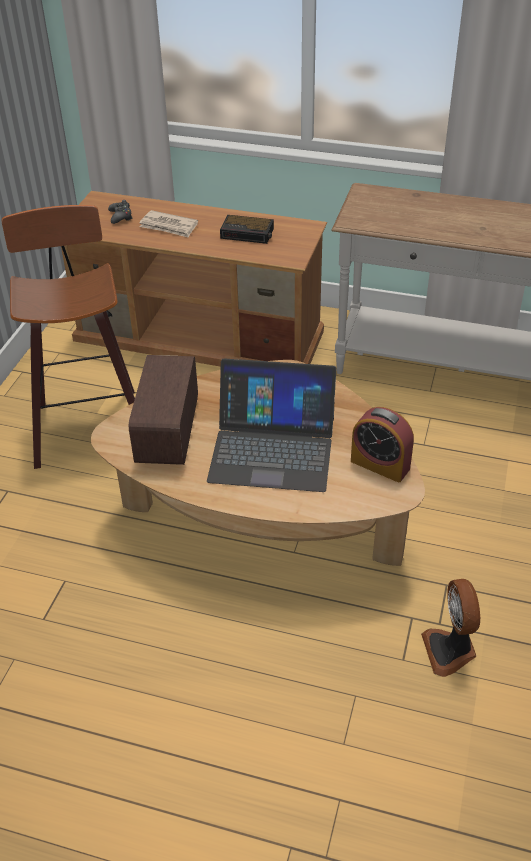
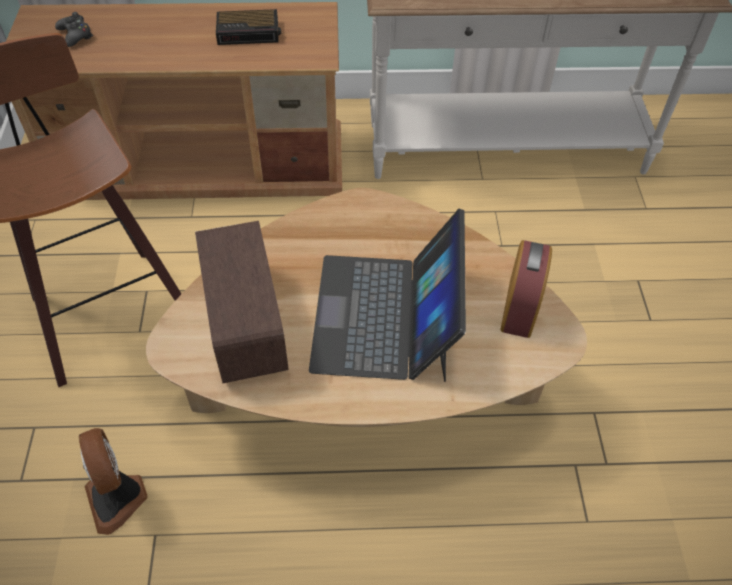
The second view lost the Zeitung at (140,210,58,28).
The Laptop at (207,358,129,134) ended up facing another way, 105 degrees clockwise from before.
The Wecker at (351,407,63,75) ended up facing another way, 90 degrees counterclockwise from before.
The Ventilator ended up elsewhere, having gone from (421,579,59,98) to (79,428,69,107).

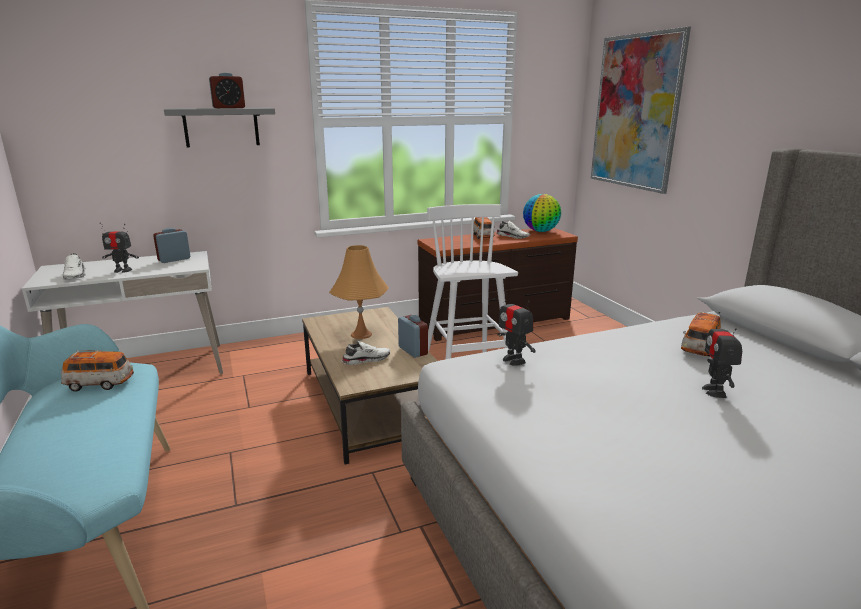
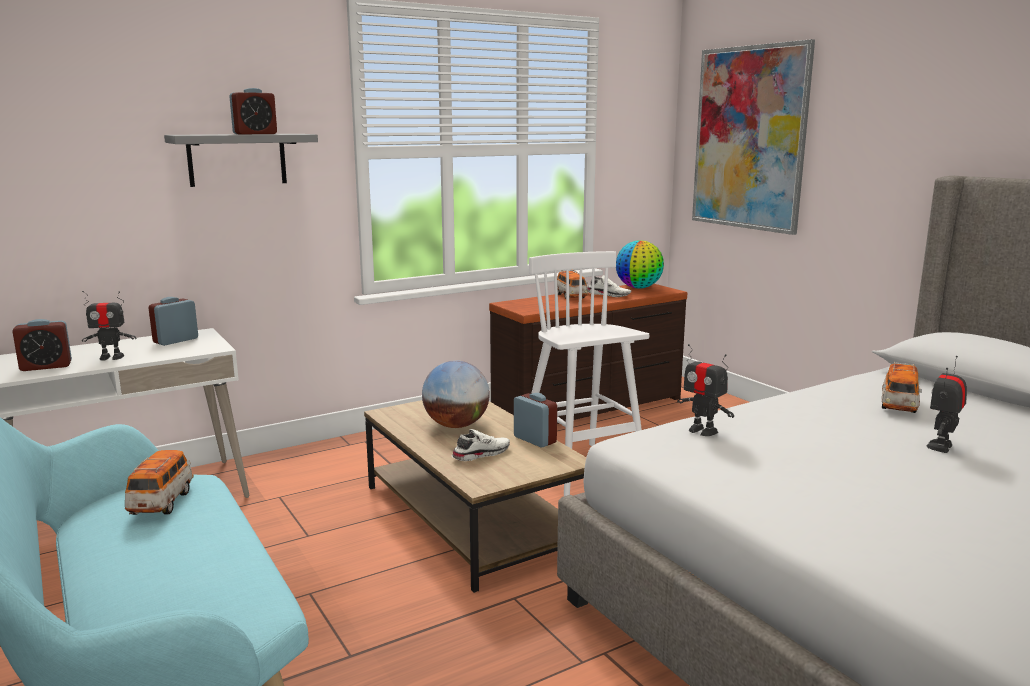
The Spielzeugauto at (61,350,73,42) ended up facing another way, 75 degrees counterclockwise from before.
Where the Schuh/weiß stood at (63,253,23,27), the Wecker came to stand at (12,319,60,52).
Where the Tischlampe/orange stood at (329,245,60,94), the Globus came to stand at (422,360,68,68).
The Spielzeugroboter at (702,312,40,86) ended up facing another way, 45 degrees clockwise from before.

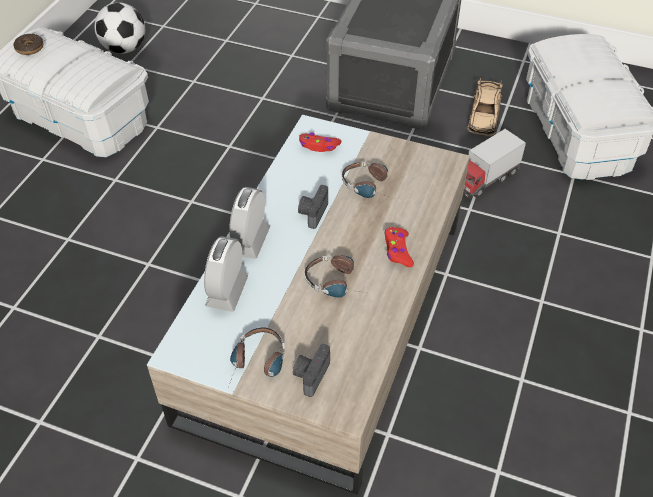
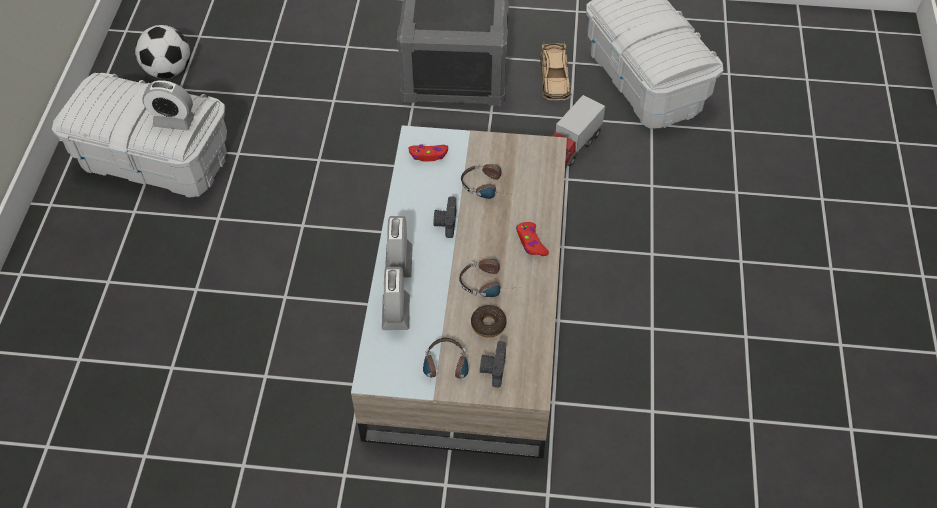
The Donut ended up elsewhere, having gone from (13,34,30,21) to (471,305,36,33).
The second view gained the Wecker at (142,80,53,51).

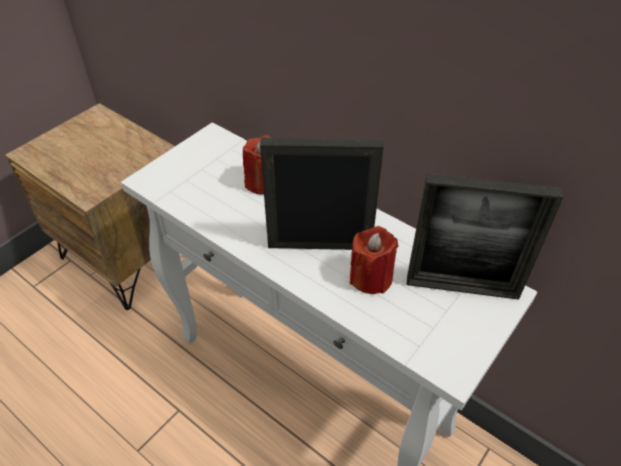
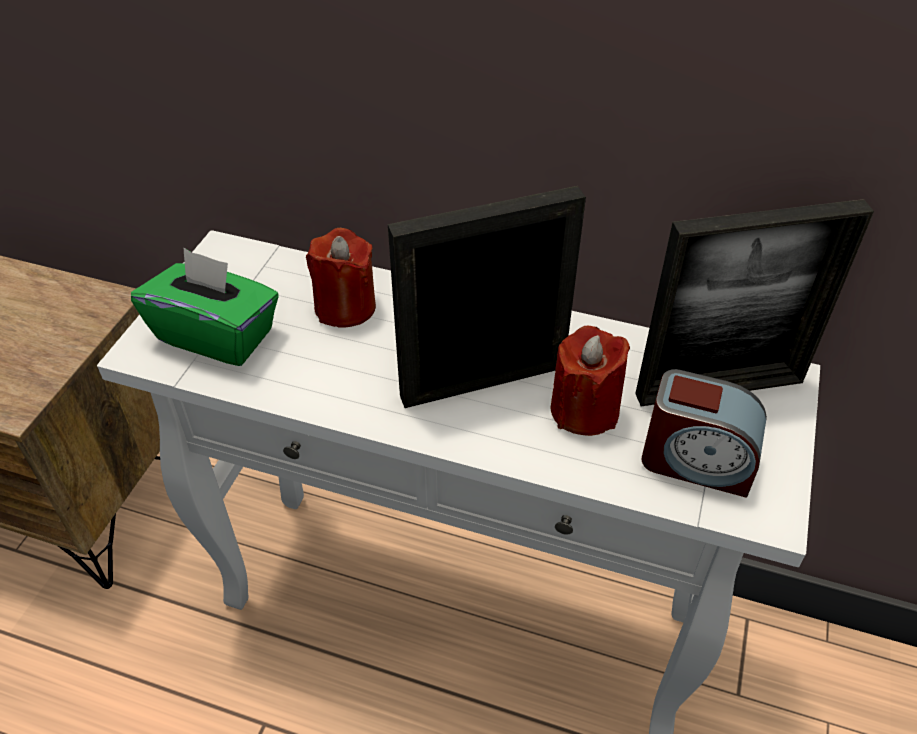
The second view gained the Taschentuchbox/grün at (131,248,148,118).
The second view gained the Wecker at (642,369,125,129).

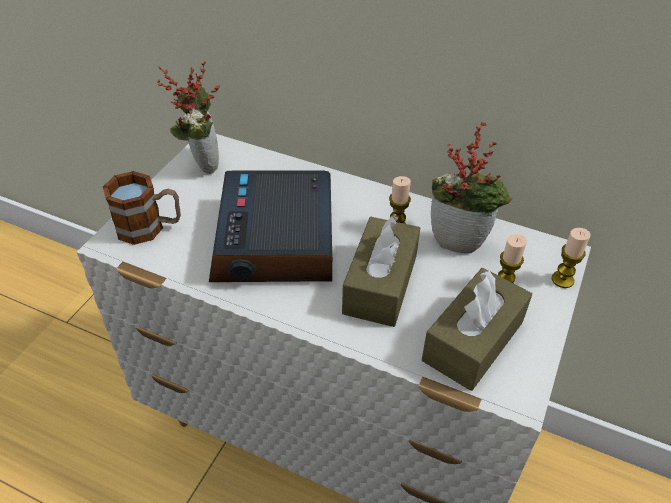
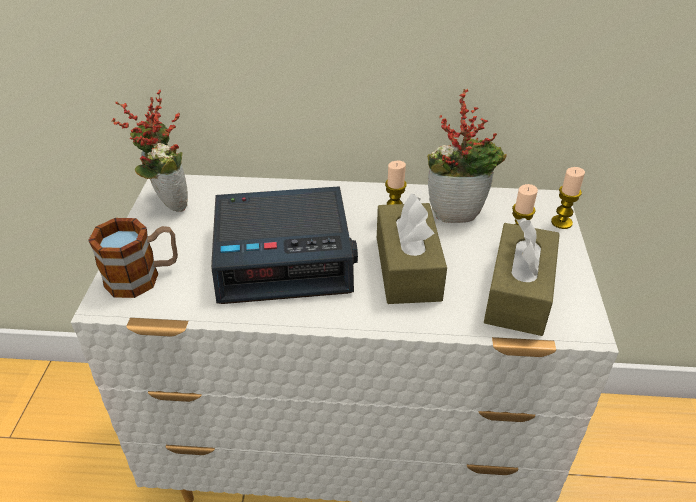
The Wecker at (209,170,123,112) ended up facing another way, 75 degrees counterclockwise from before.

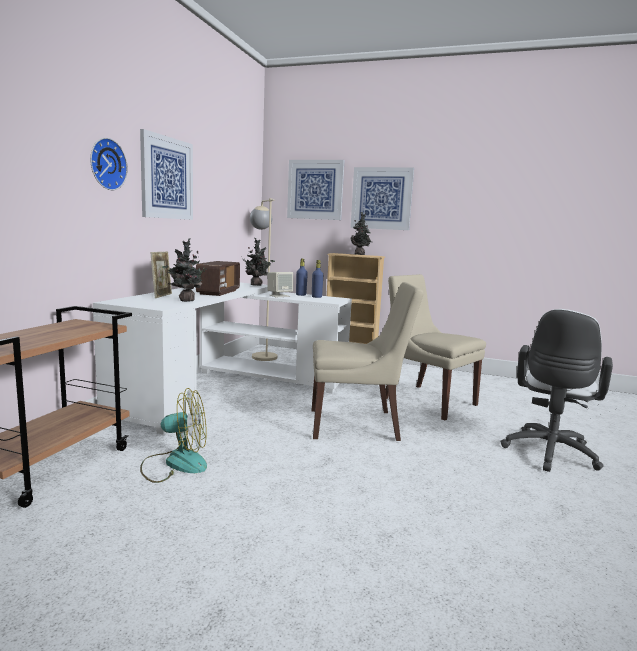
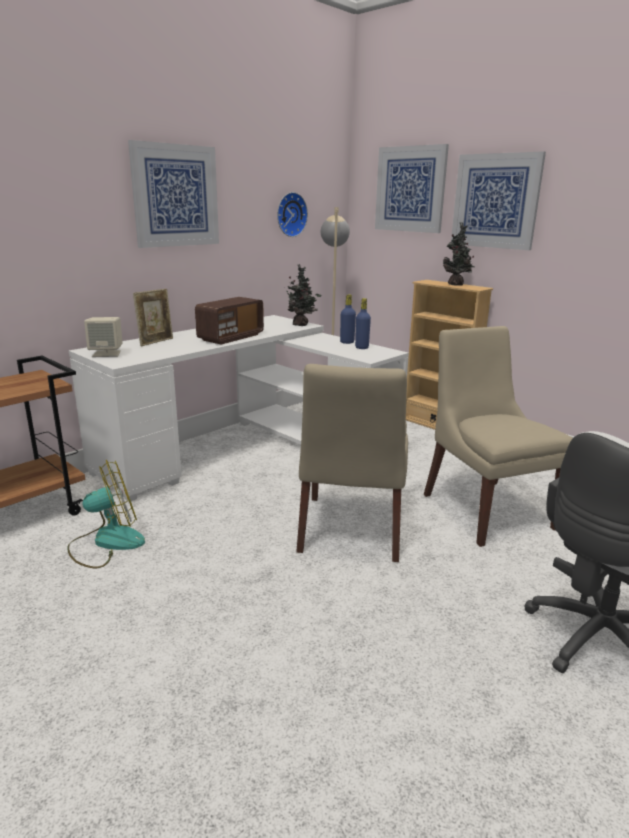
The Wanduhr ended up elsewhere, having gone from (90,138,38,52) to (277,192,31,45).
The Ventilator at (140,388,67,95) ended up facing another way, 45 degrees counterclockwise from before.
The second view lost the Topfpflanze at (162,238,45,64).
The Lautsprecher/beige ended up elsewhere, having gone from (267,272,26,25) to (84,317,39,40).
The Stuhl/beige at (312,282,112,159) ended up facing another way, 75 degrees clockwise from before.

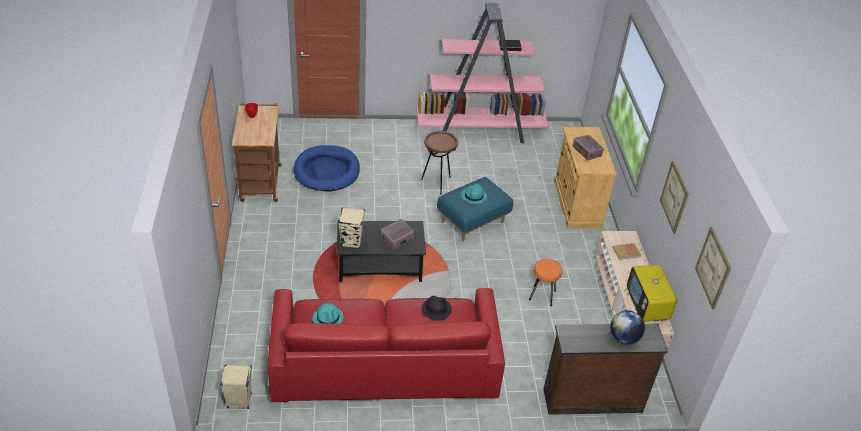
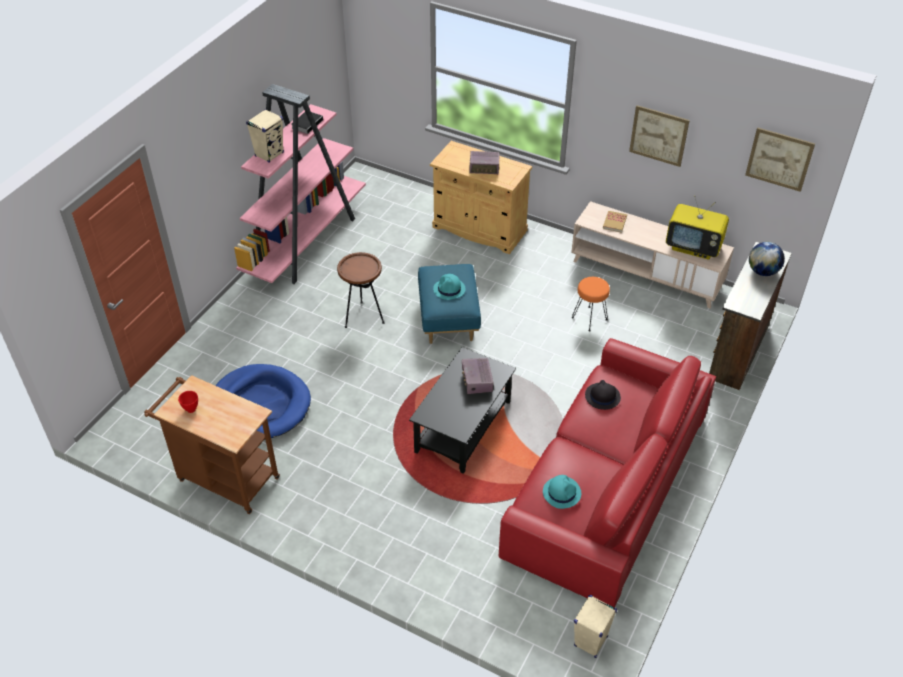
The Lautsprecher/beige ended up elsewhere, having gone from (338,207,27,42) to (246,109,38,54).

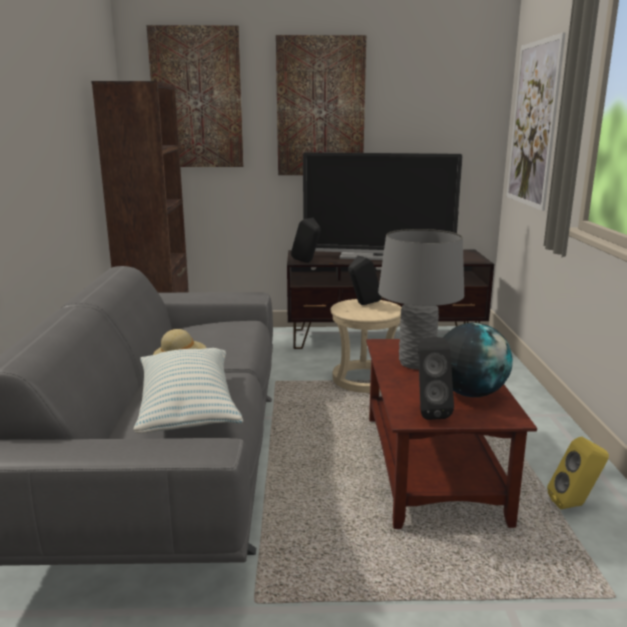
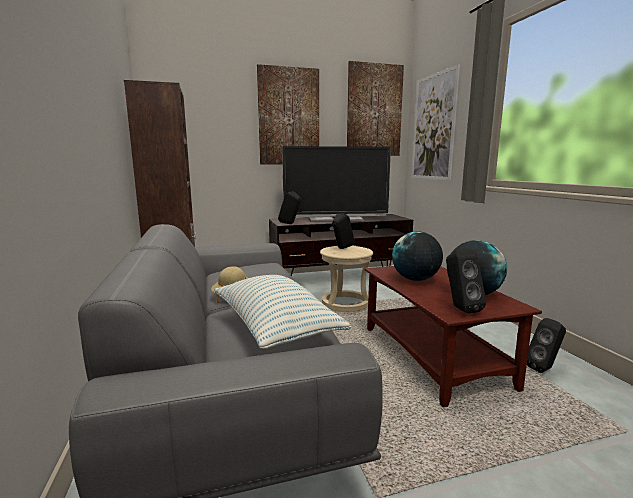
The Bild ended up elsewhere, having gone from (146,25,98,142) to (347,61,57,95).
Where the Tischlampe/grau stood at (378,229,86,140), the Globus came to stand at (392,231,51,50).
What was the Lautsprecher/gelb at (547,437,62,73) turned into the Lautsprecher/schwarz at (527,318,39,55).

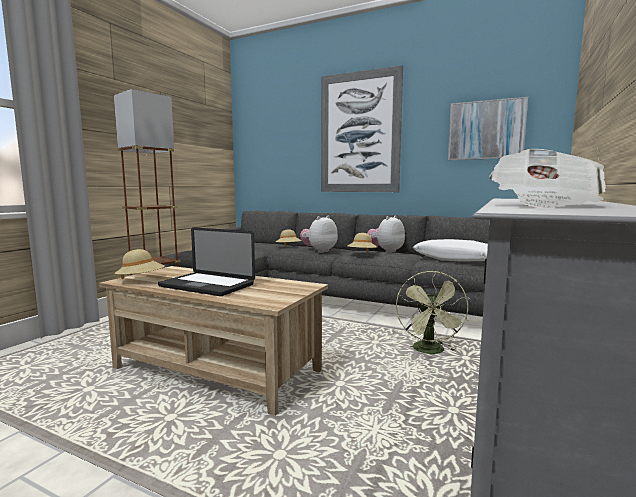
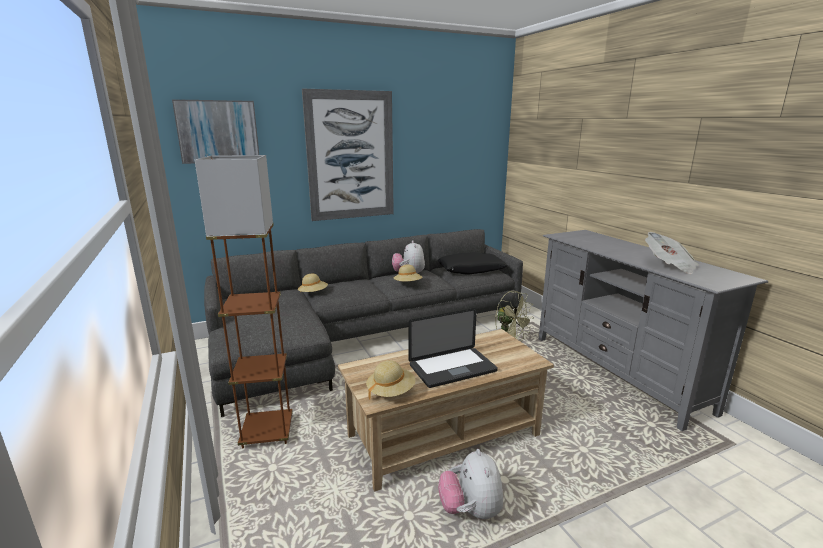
The Plüschtier ended up elsewhere, having gone from (300,216,38,37) to (438,449,65,70).
What was the Kissen/weiß at (413,239,75,23) turned into the Kissen/schwarz at (438,252,69,23).
The Bild ended up elsewhere, having gone from (448,97,80,63) to (172,99,87,65).

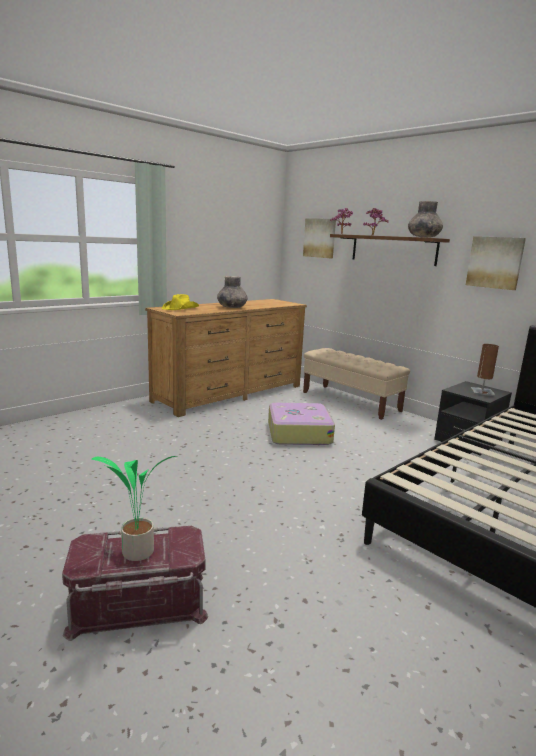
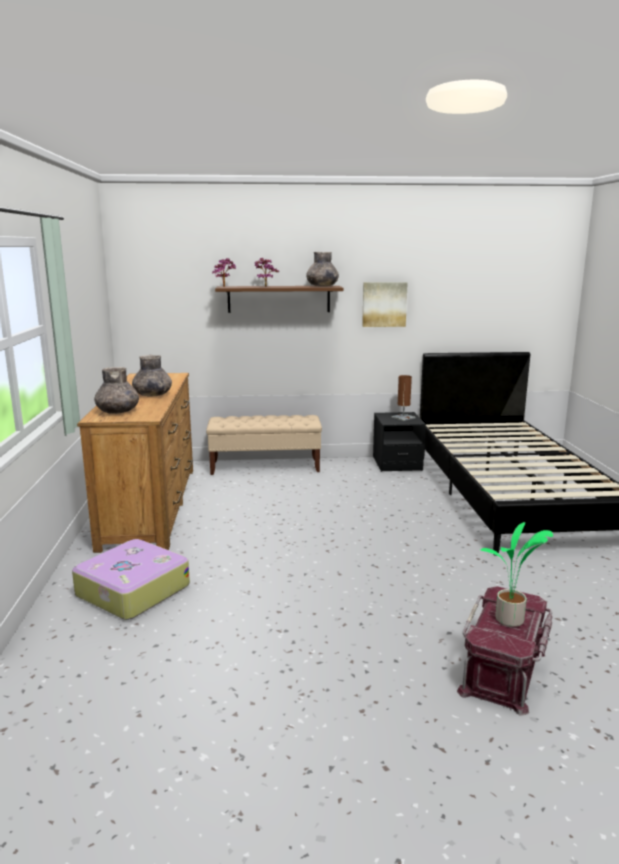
Where the Hut/gelb stood at (162,294,37,16), the Vase/grau came to stand at (94,367,45,47).
The Koffer ended up elsewhere, having gone from (268,403,67,42) to (72,539,118,81).
The second view lost the Bild at (303,218,33,40).

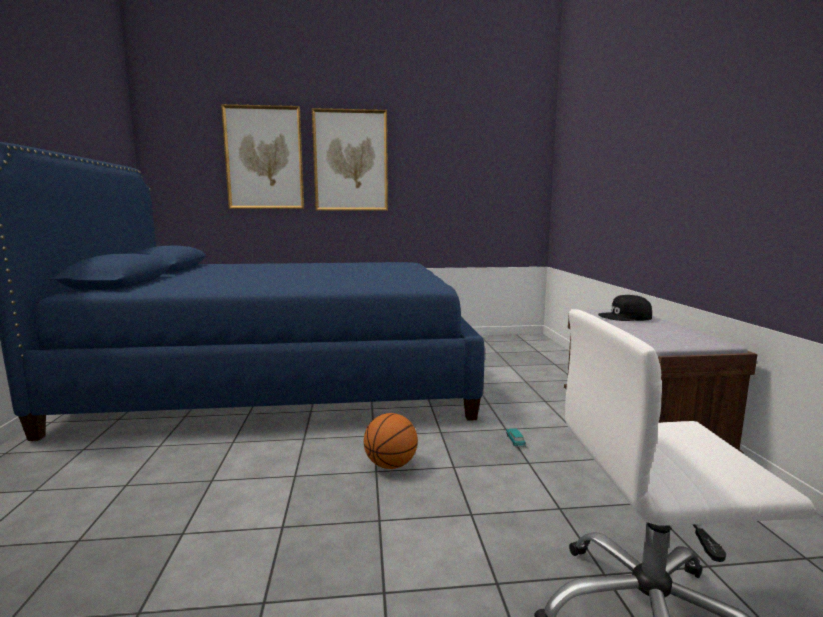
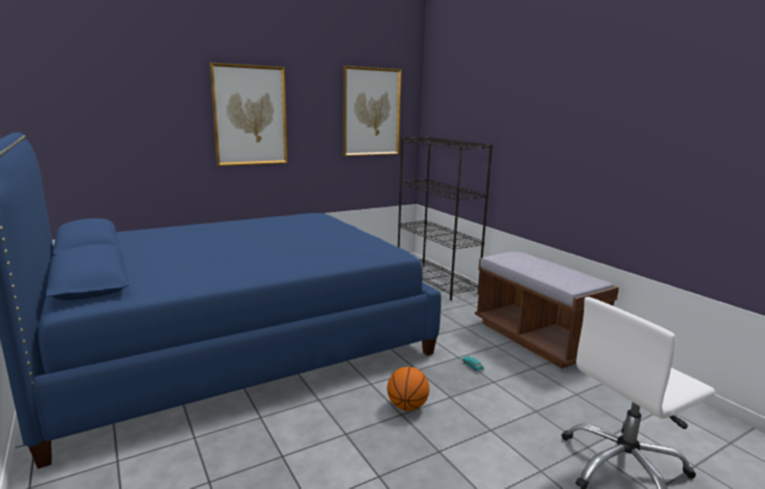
The Bild ended up elsewhere, having gone from (221,104,83,105) to (343,66,59,90).
The second view lost the Kappe/schwarz at (598,295,54,26).
The second view gained the Bücherregal/schwarz at (398,137,95,163).

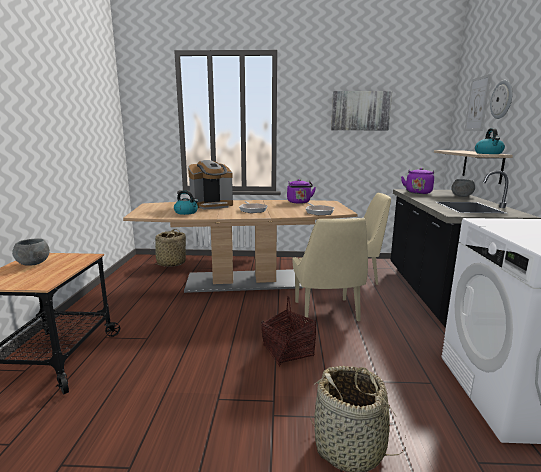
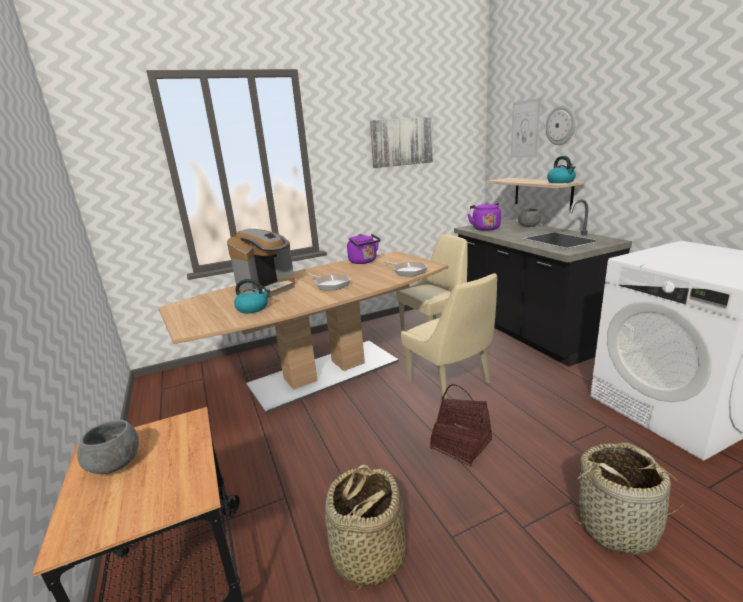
The Korb ended up elsewhere, having gone from (152,229,35,38) to (325,464,81,128).

